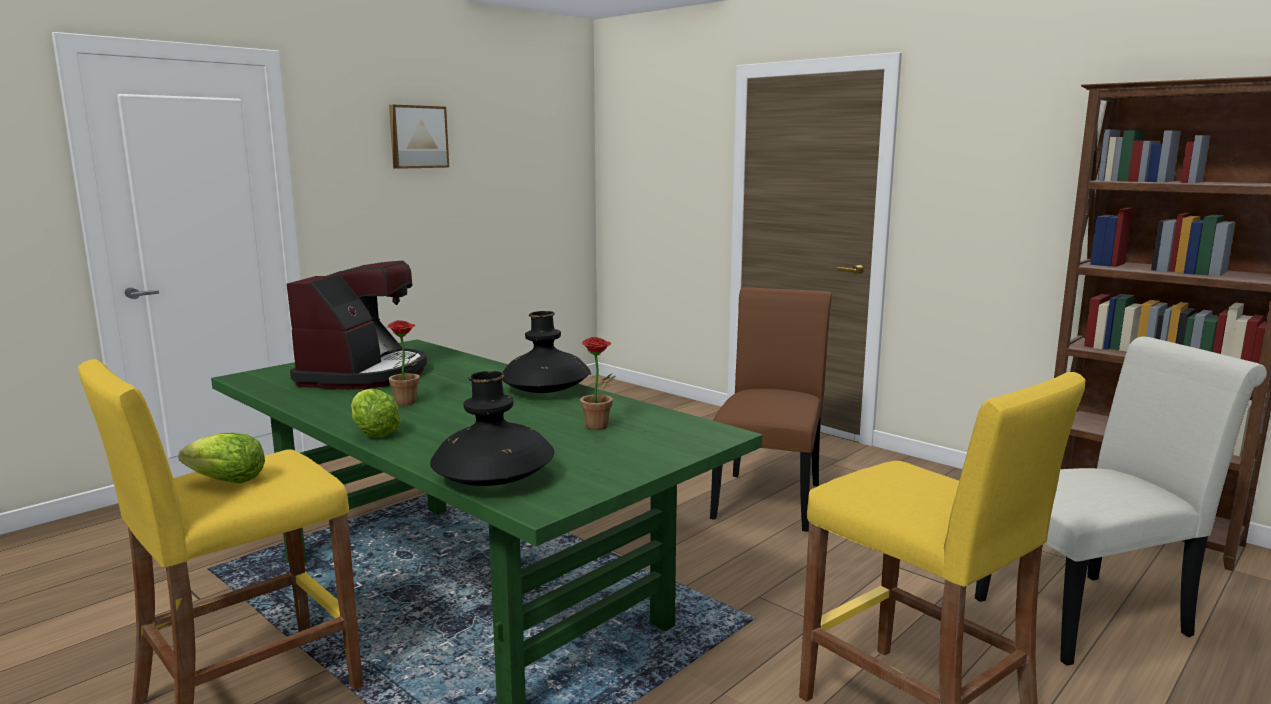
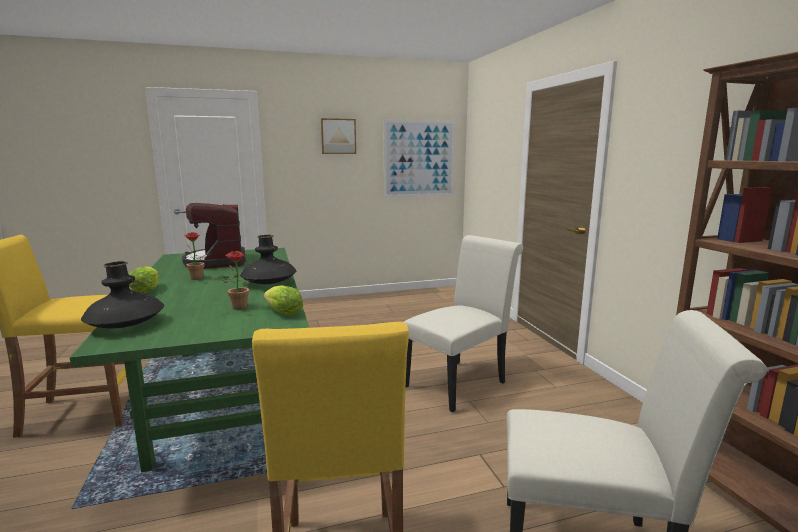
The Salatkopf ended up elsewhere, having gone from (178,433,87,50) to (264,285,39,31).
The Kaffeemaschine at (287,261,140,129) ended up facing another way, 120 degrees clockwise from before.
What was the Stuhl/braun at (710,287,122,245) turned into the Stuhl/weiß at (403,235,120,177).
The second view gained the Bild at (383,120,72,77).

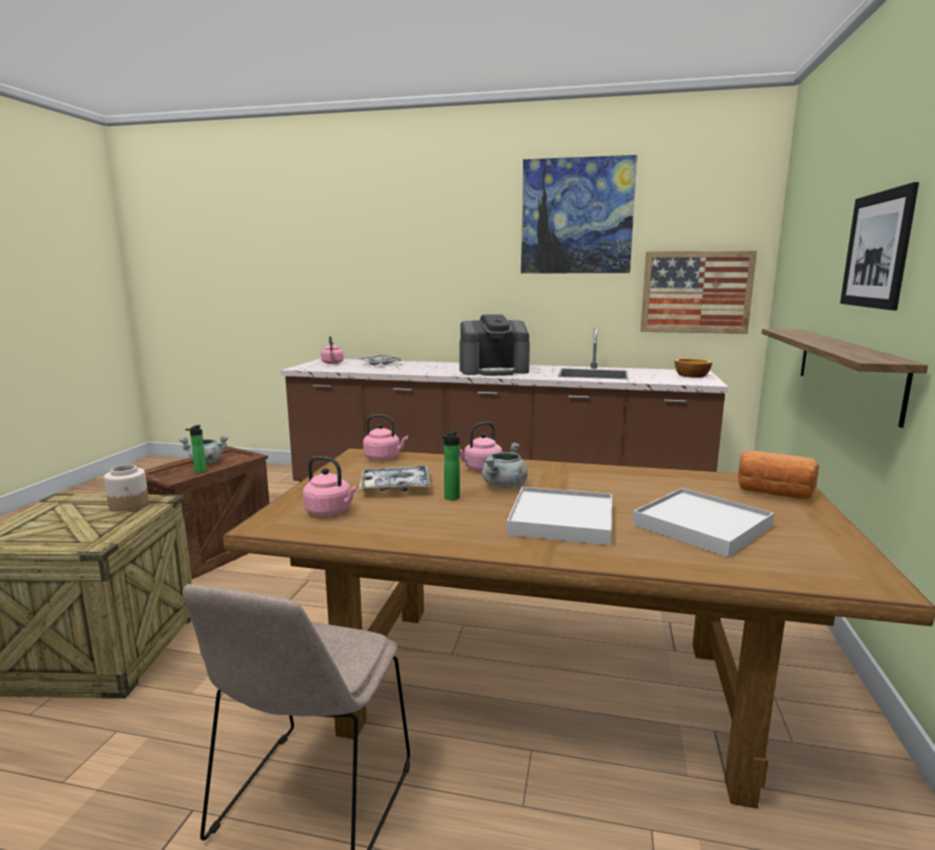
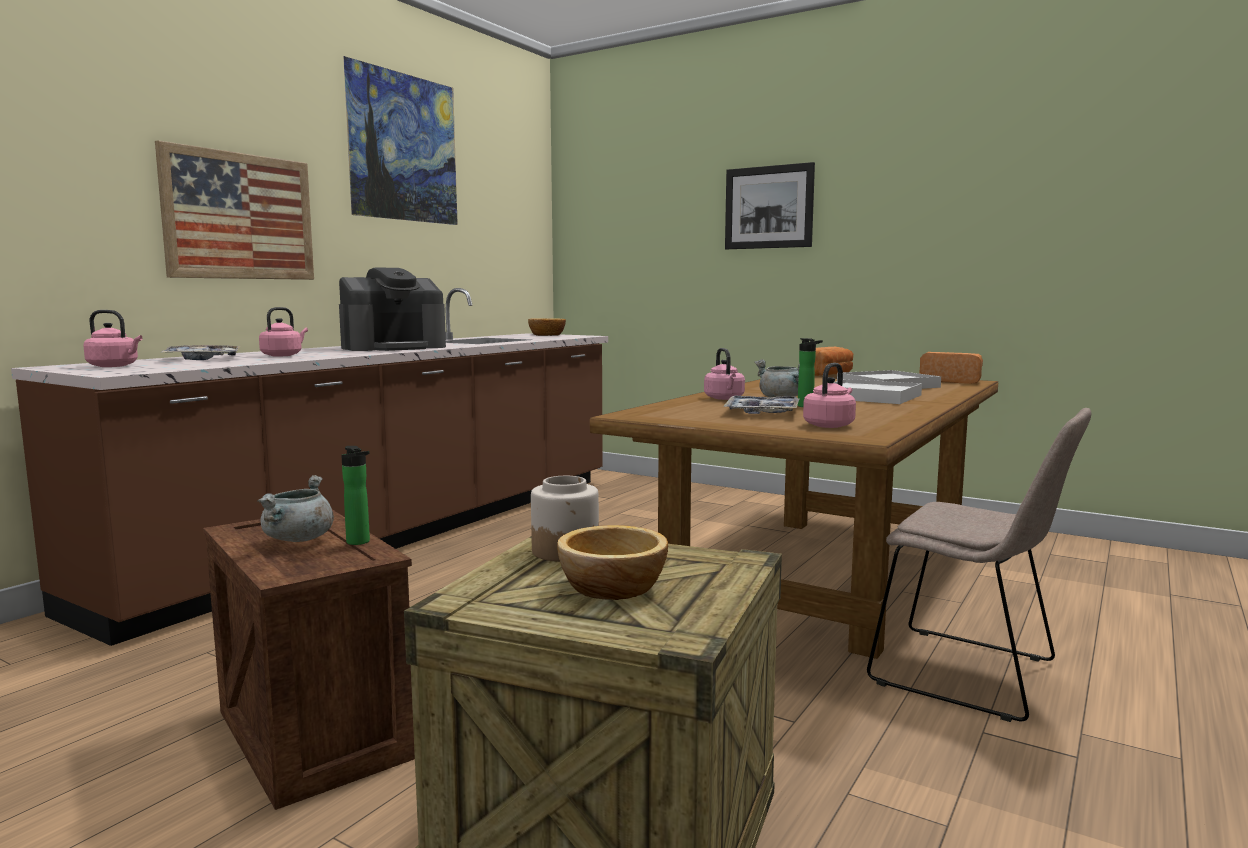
The Wasserkessel/rosa ended up elsewhere, having gone from (363,414,45,46) to (259,307,49,49).
The Kaffeemaschine at (459,314,71,62) ended up facing another way, 45 degrees clockwise from before.
The Bild ended up elsewhere, having gone from (640,251,117,83) to (155,140,159,140).
The second view lost the Wandregal at (762,329,166,99).
The second view gained the Schüssel at (557,525,111,75).
The second view gained the Brot at (919,352,64,32).

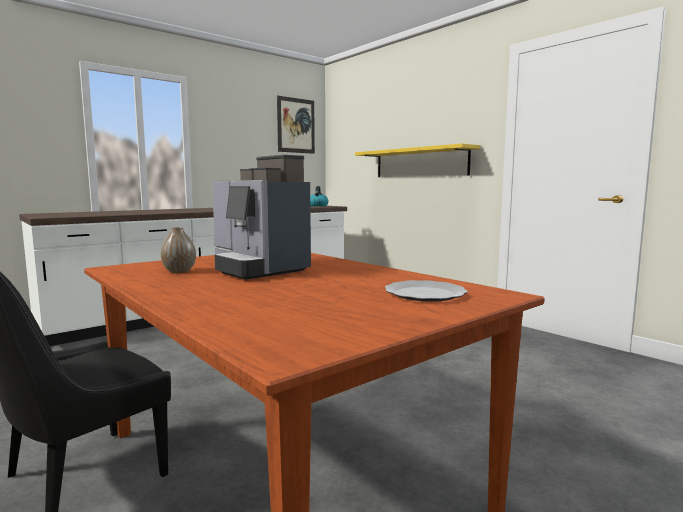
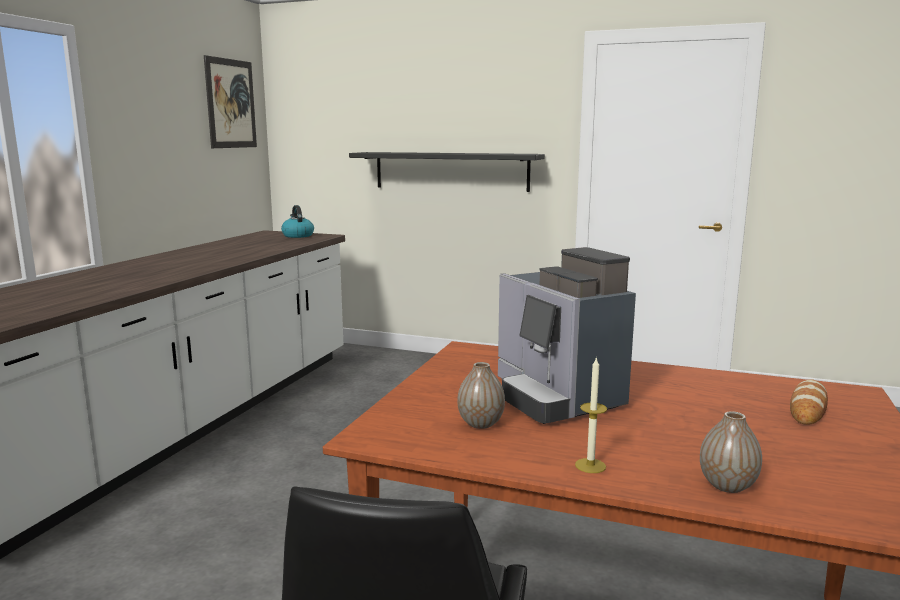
The Kaffeemaschine at (212,155,99,125) ended up facing another way, 45 degrees clockwise from before.
What was the Wandregal/gelb at (355,143,125,34) turned into the Wandregal/schwarz at (349,152,196,40).
Where the Teller stood at (385,280,82,22), the Brot came to stand at (790,379,38,46).
The second view gained the Kerze at (575,357,32,116).
The second view gained the Vase at (700,411,62,82).

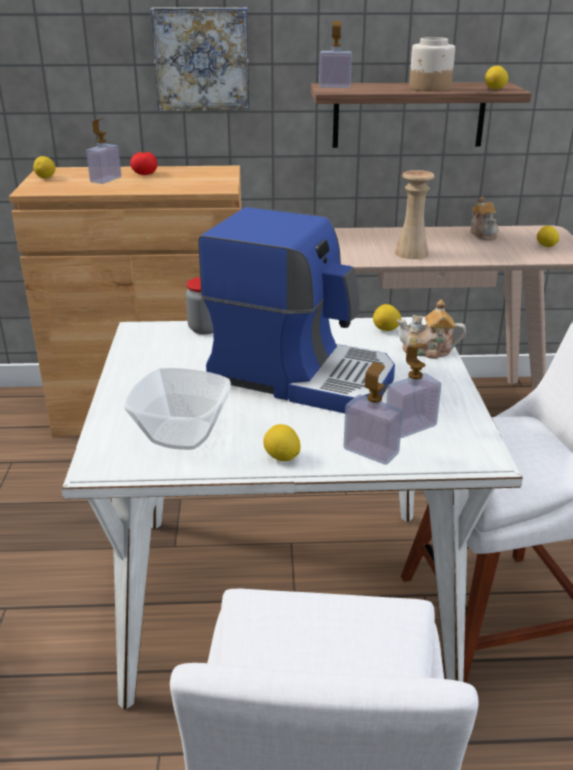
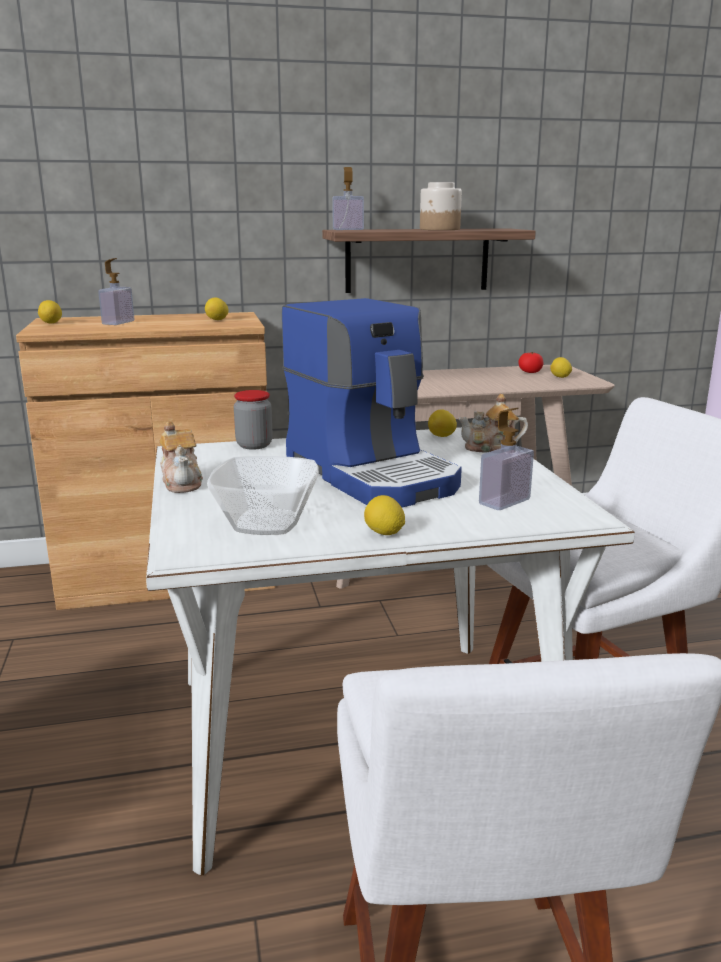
The Tomate ended up elsewhere, having gone from (130,151,27,24) to (518,352,25,21).
The second view lost the Bild at (150,7,100,104).
The Kaffeemaschine at (198,207,197,206) ended up facing another way, 45 degrees clockwise from before.
The second view lost the Seifenspender at (344,362,59,103).
The second view lost the Vase/beige at (395,170,40,89).
The Teekanne ended up elsewhere, having gone from (470,196,29,44) to (159,421,44,72).
The Zitrone ended up elsewhere, having gone from (485,66,23,23) to (205,297,24,23).

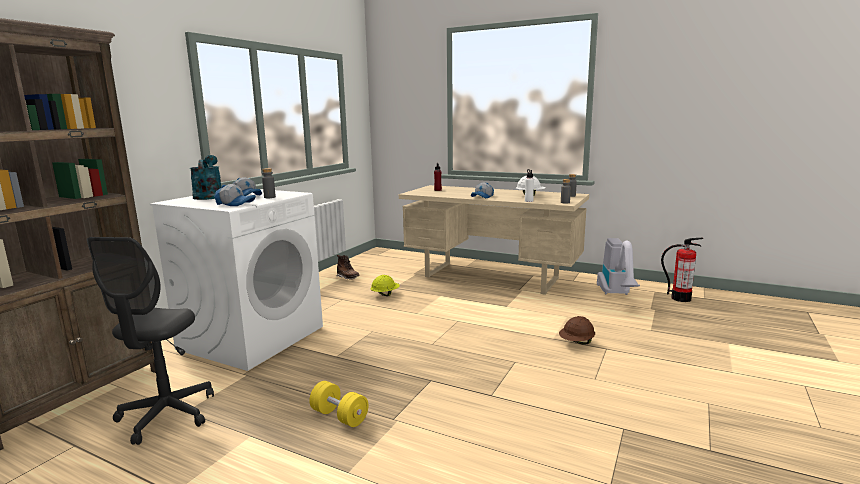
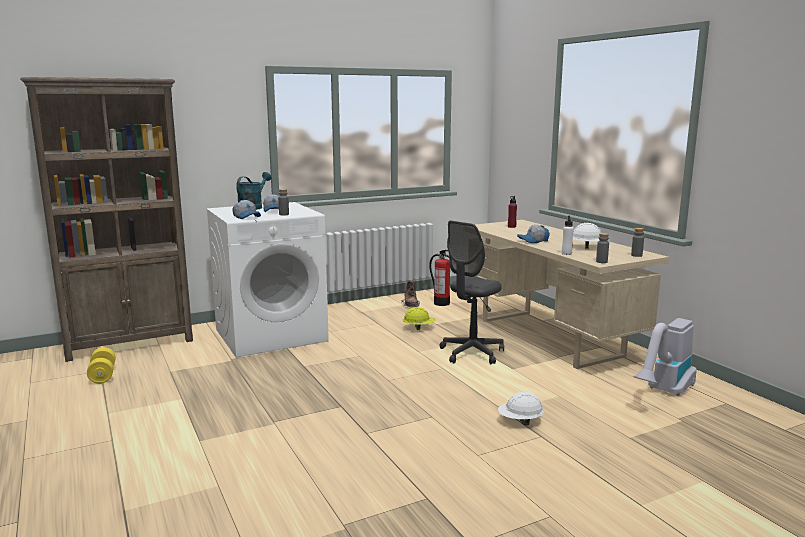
The Bürostuhl/grau ended up elsewhere, having gone from (87,237,127,208) to (440,221,64,143).
The Hantel/gelb ended up elsewhere, having gone from (309,381,59,46) to (87,347,29,37).
What was the Schutzhelm/braun at (559,316,36,29) turned into the Schutzhelm/weiß at (498,392,46,33).
The Feuerlöscher ended up elsewhere, having gone from (661,238,43,64) to (429,250,21,56).

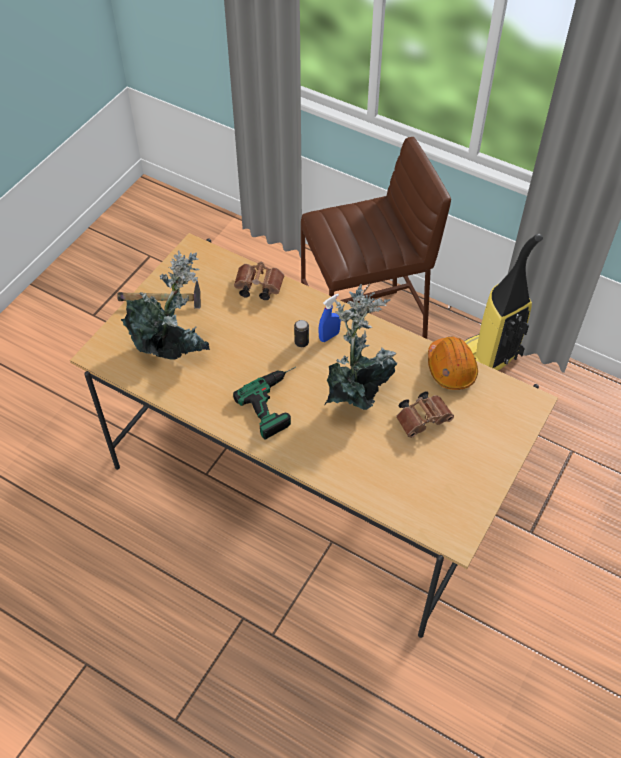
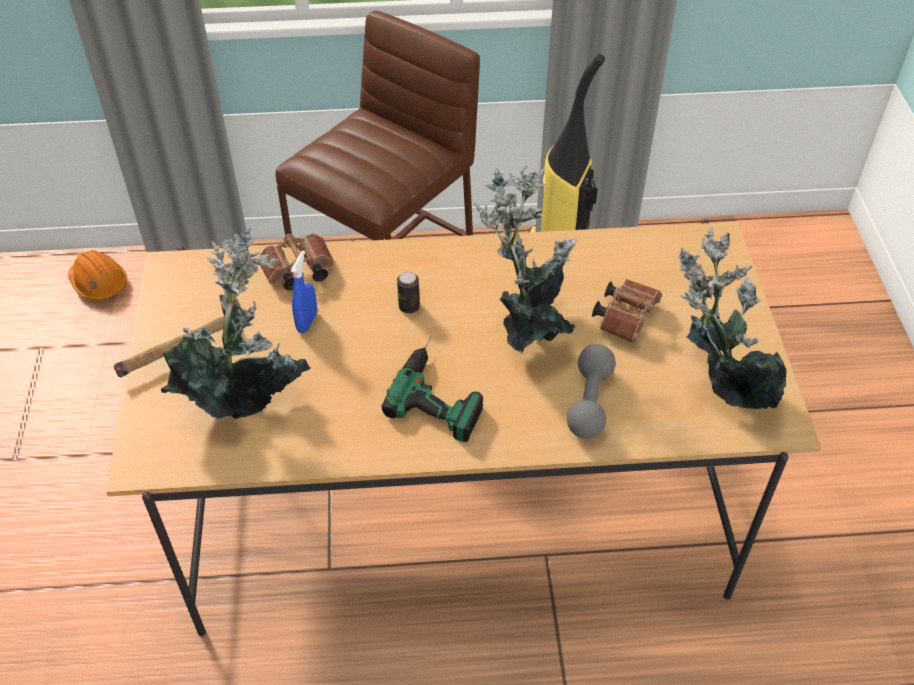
The Sprühflasche/blau ended up elsewhere, having gone from (318,293,23,49) to (291,250,26,83).
The Schutzhelm/orange ended up elsewhere, having gone from (428,337,50,53) to (68,250,59,51).
The second view gained the Hantel/grau at (567,344,49,95).
The second view gained the Topfpflanze at (678,227,109,182).

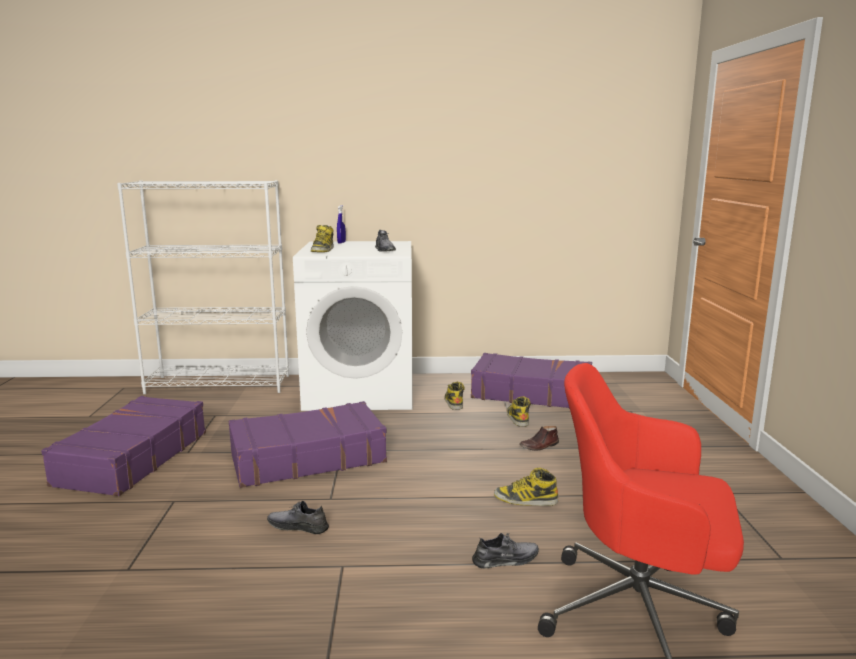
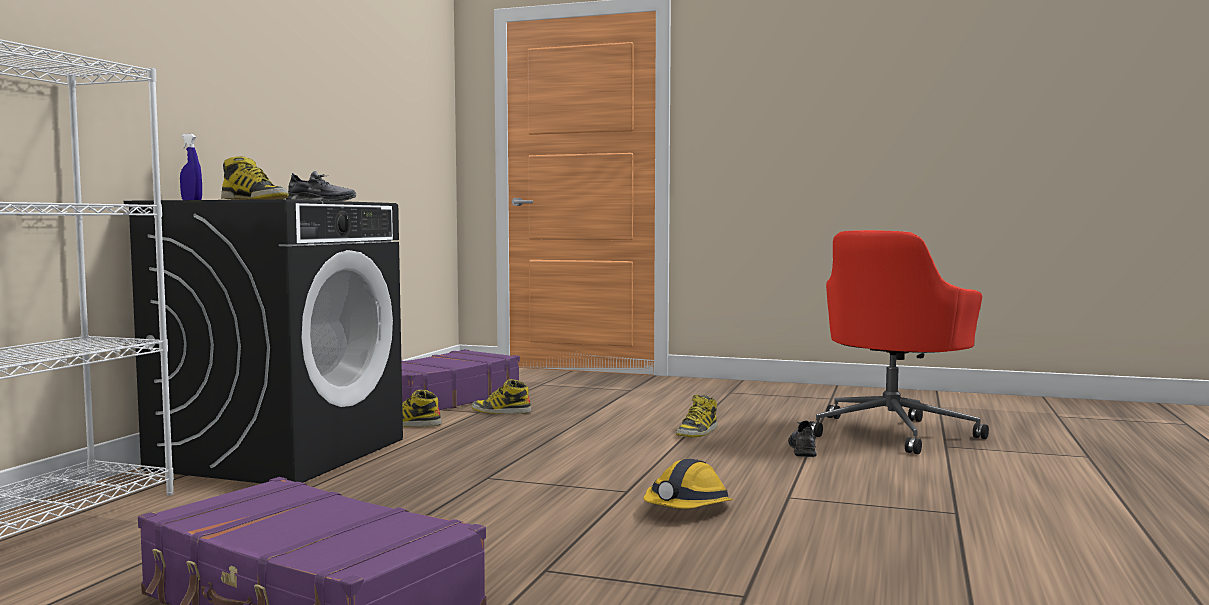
The second view lost the Koffer/lila at (229,401,158,87).
Where the Schuh/grau stood at (267,501,62,33), the Schutzhelm came to stand at (643,459,90,50).
What was the Waschmaschine/weiß at (293,241,120,170) turned into the Waschmaschine/schwarz at (124,199,279,285).
The second view lost the Schuh/braun at (519,426,40,25).

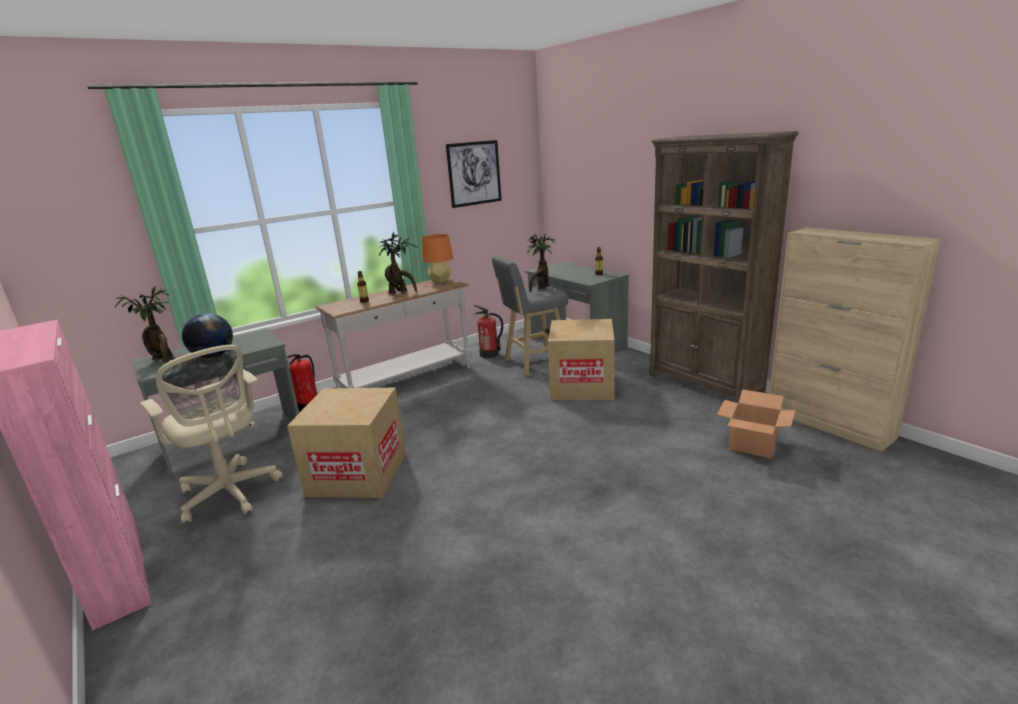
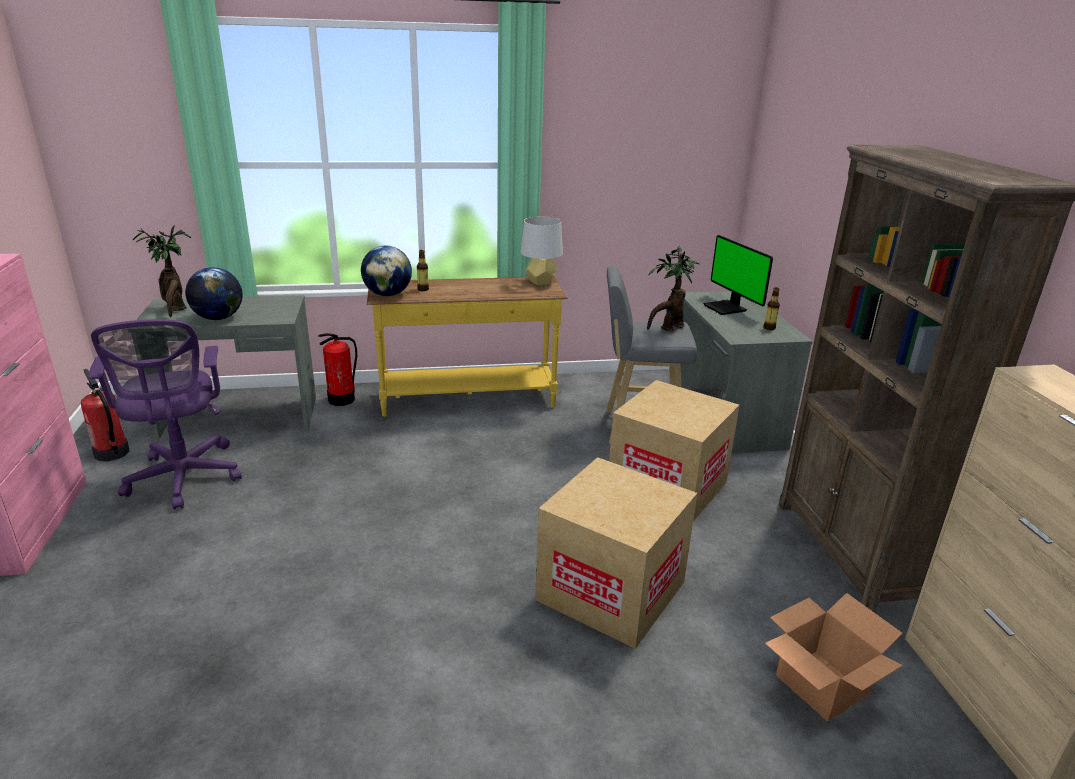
What was the Bürostuhl/beige at (140,345,143,179) turned into the Bürostuhl/lila at (89,319,153,190).
The Karton ended up elsewhere, having gone from (287,388,119,110) to (535,457,162,192).
What was the Konsolentisch/weiß at (315,278,156,110) turned into the Konsolentisch/gelb at (367,277,201,140).
The second view lost the Topfpflanze at (379,232,39,62).
What was the Tischlampe/orange at (422,234,31,49) turned into the Tischlampe/grau at (520,217,43,68).
The second view lost the Bild at (446,140,56,68).
The Feuerlöscher ended up elsewhere, having gone from (474,305,29,53) to (81,369,48,92).
The second view gained the Globus at (361,246,51,50).
The second view gained the Monitor at (703,235,70,80).

